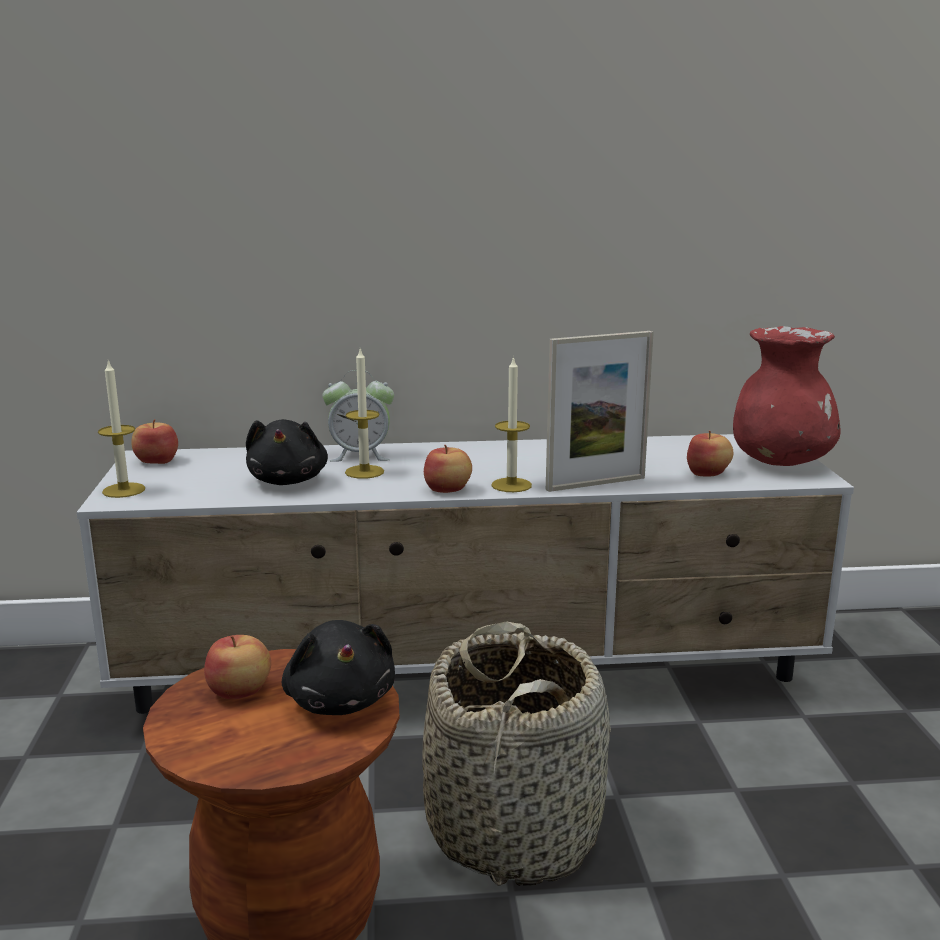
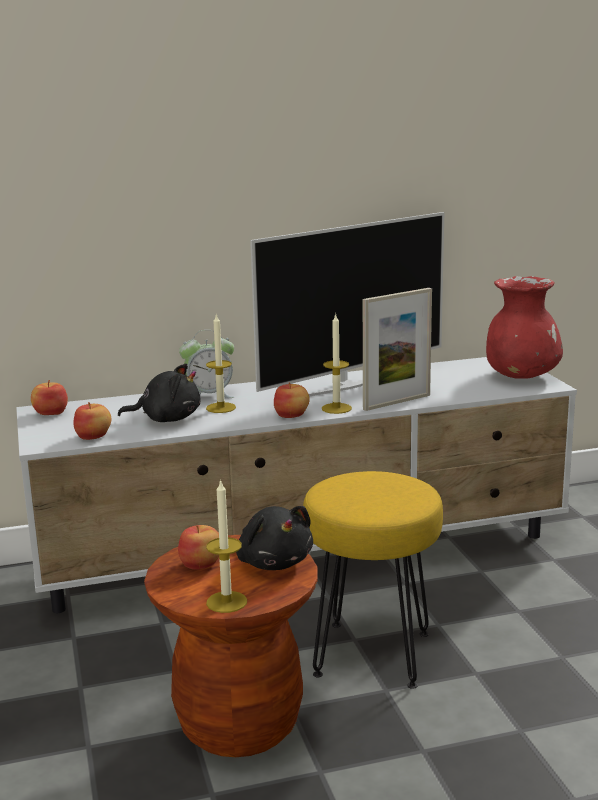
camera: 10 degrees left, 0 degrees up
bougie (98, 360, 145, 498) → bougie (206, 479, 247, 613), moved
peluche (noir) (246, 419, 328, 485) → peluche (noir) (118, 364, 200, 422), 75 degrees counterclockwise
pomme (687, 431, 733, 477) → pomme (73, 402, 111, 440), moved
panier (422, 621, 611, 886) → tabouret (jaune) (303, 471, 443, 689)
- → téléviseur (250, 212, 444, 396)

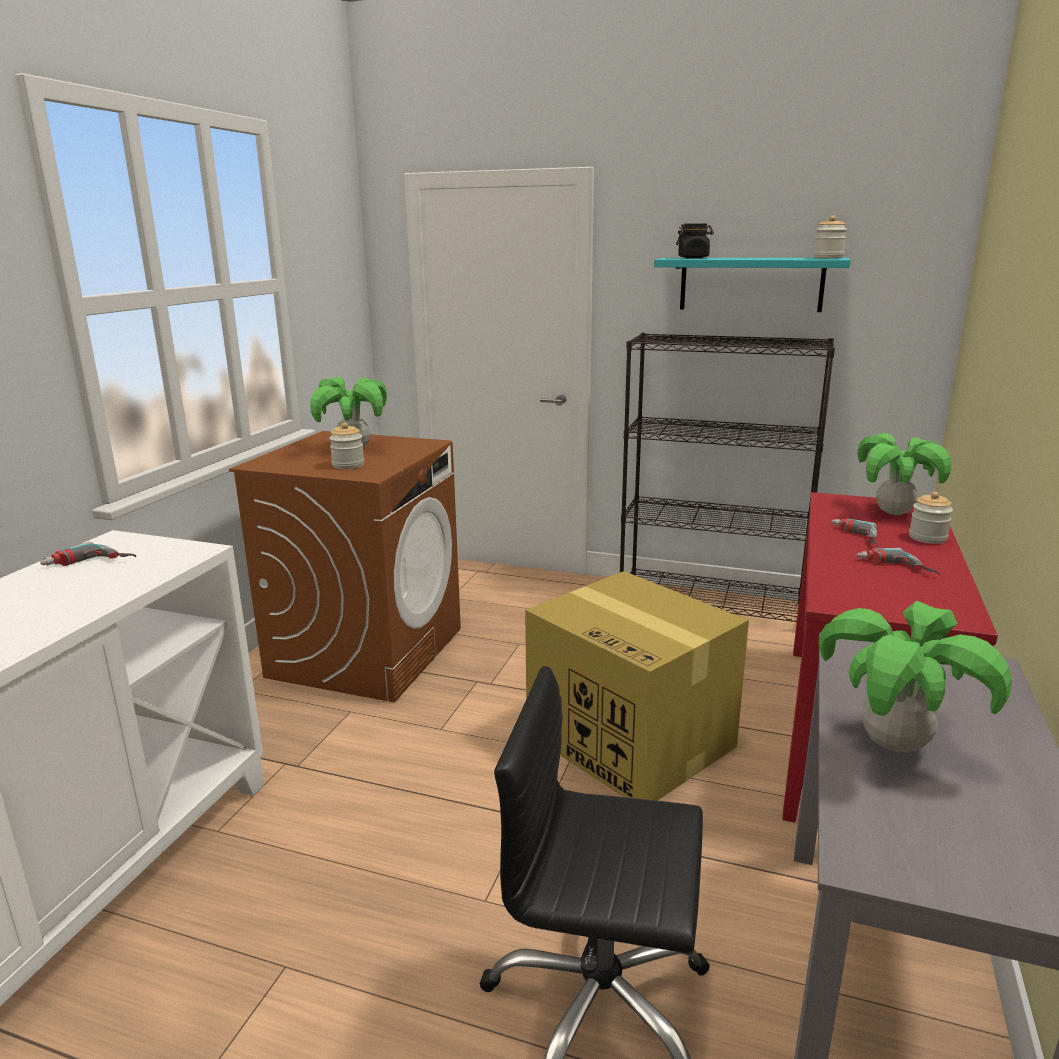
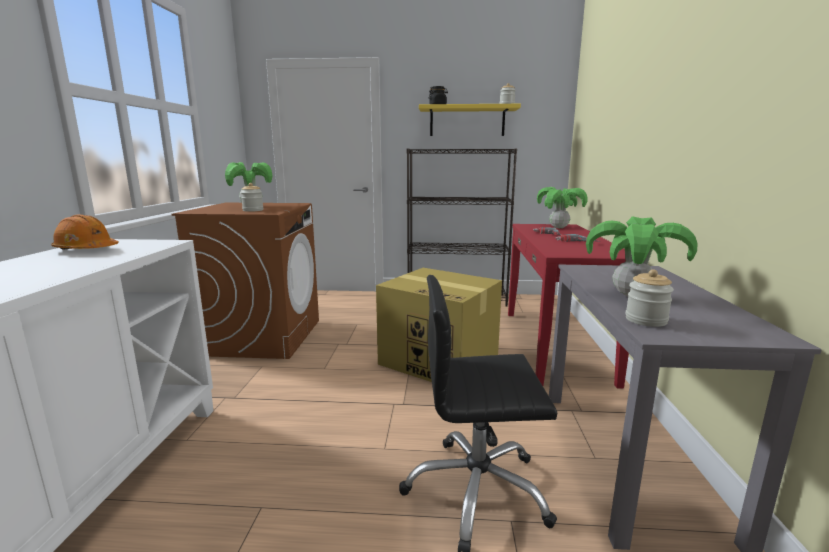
camera: 15 degrees left, 5 degrees down
étagère (turquoise) (654, 258, 851, 312) → étagère (jaune) (419, 104, 521, 136)
bocal (909, 492, 953, 544) → bocal (625, 269, 674, 327), moved
perceuse (40, 542, 136, 566) → casque de chantier (orange) (51, 214, 119, 250)

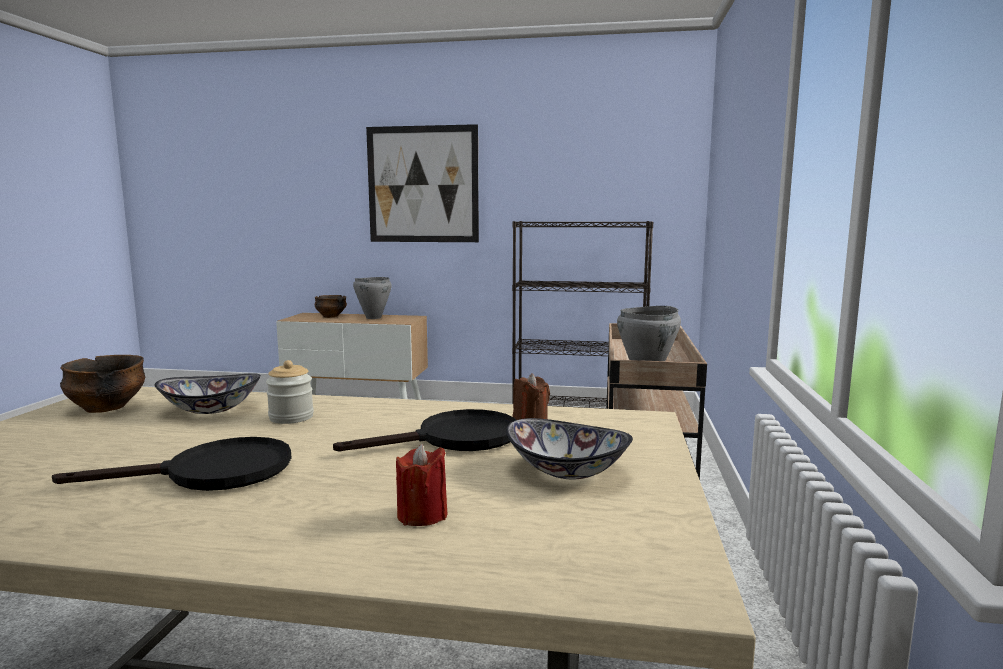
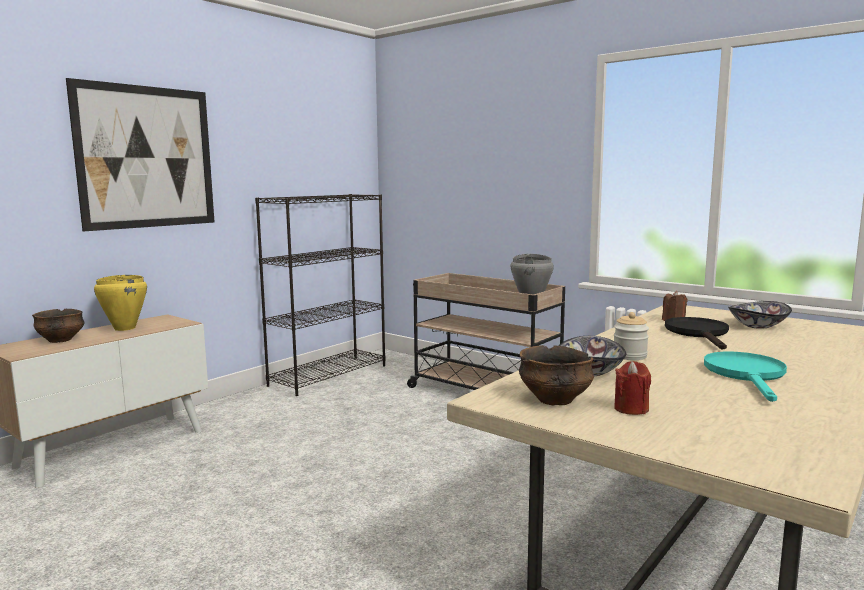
camera: 60 degrees left, 0 degrees up
marmite (gris) (353, 277, 392, 319) → marmite (jaune) (94, 275, 147, 331)
poêle (noir) (52, 437, 291, 491) → poêle (turquoise) (704, 352, 787, 402)
bougie (rouge) (396, 444, 448, 526) → bougie (rouge) (614, 361, 651, 415), moved

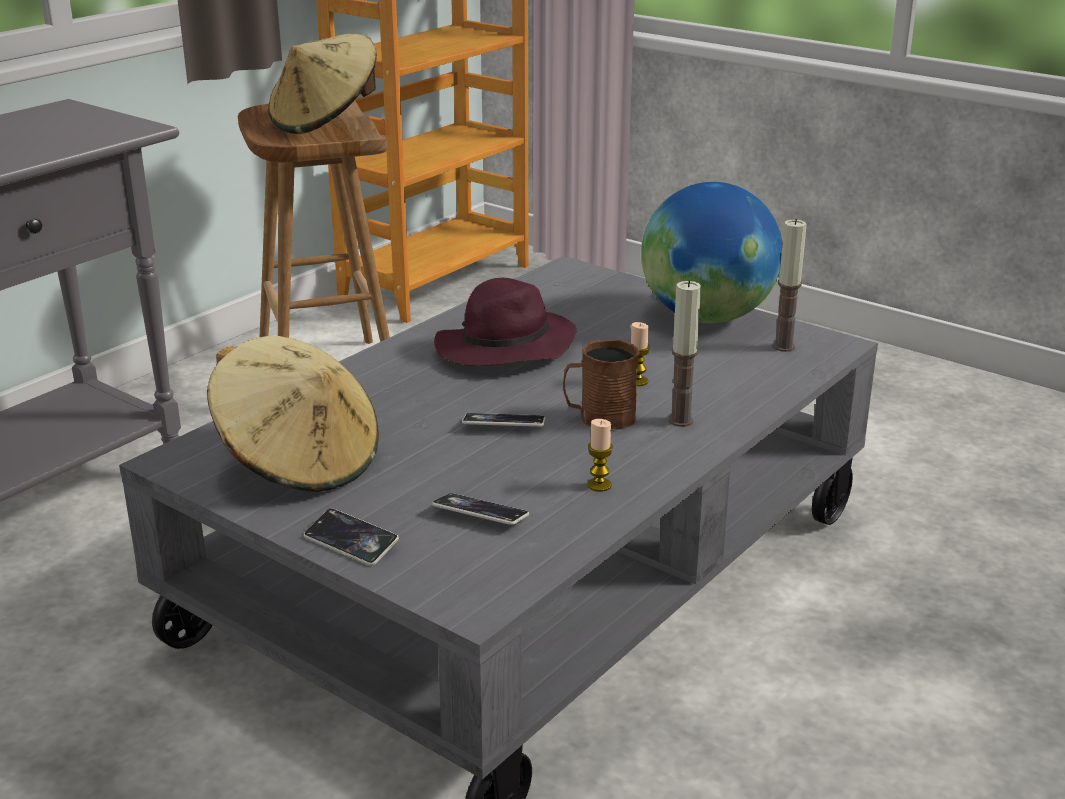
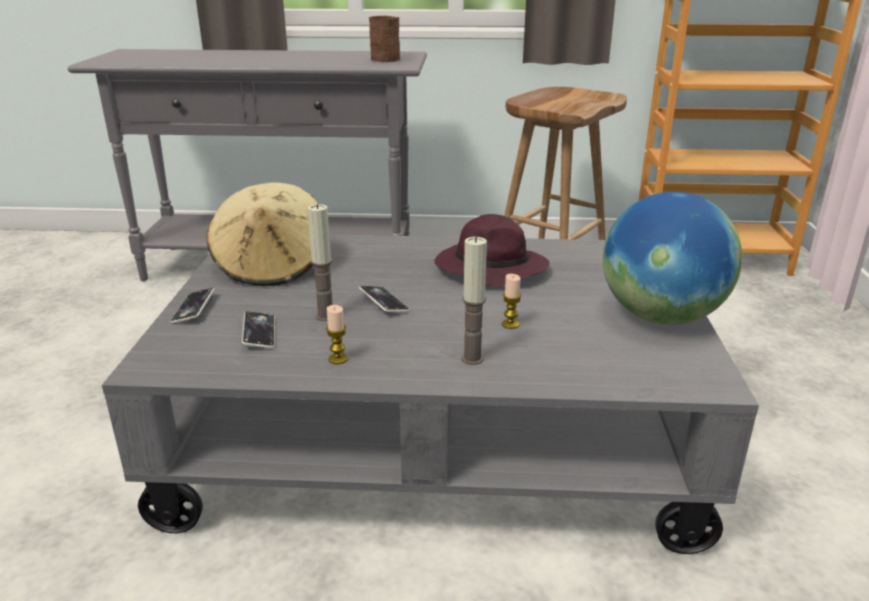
camera: 55 degrees right, 0 degrees up
chapeau (beige) (268, 34, 377, 134) → -
bougie (772, 219, 807, 352) → bougie (307, 204, 333, 321), moved
mug (marron) (563, 339, 640, 429) → mug (marron) (369, 16, 400, 62), moved

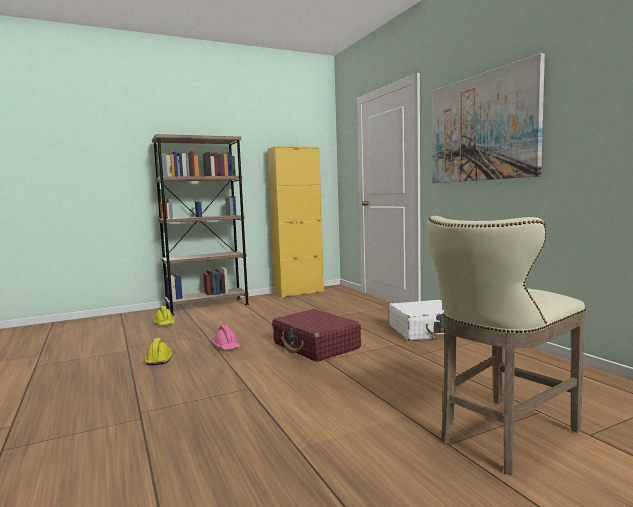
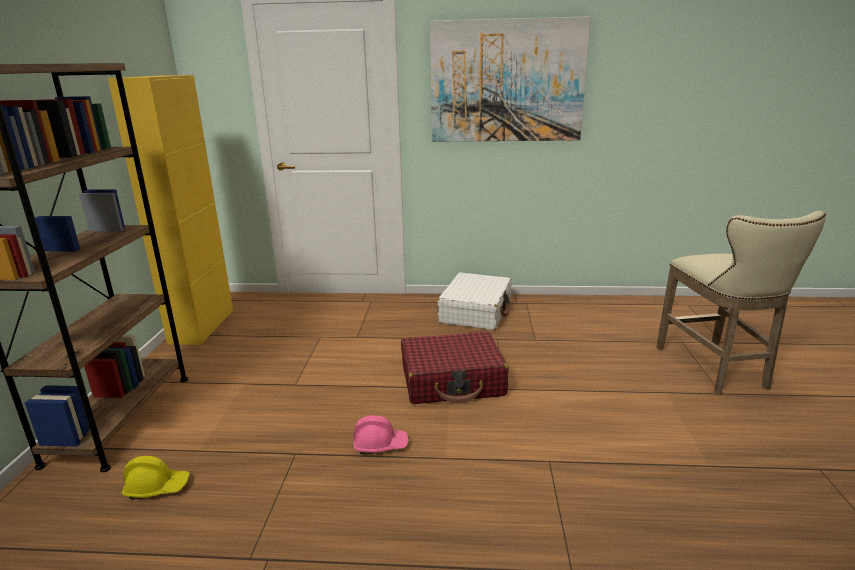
camera: 60 degrees left, 15 degrees up
casque de chantier (jaune) (145, 338, 172, 365) → -

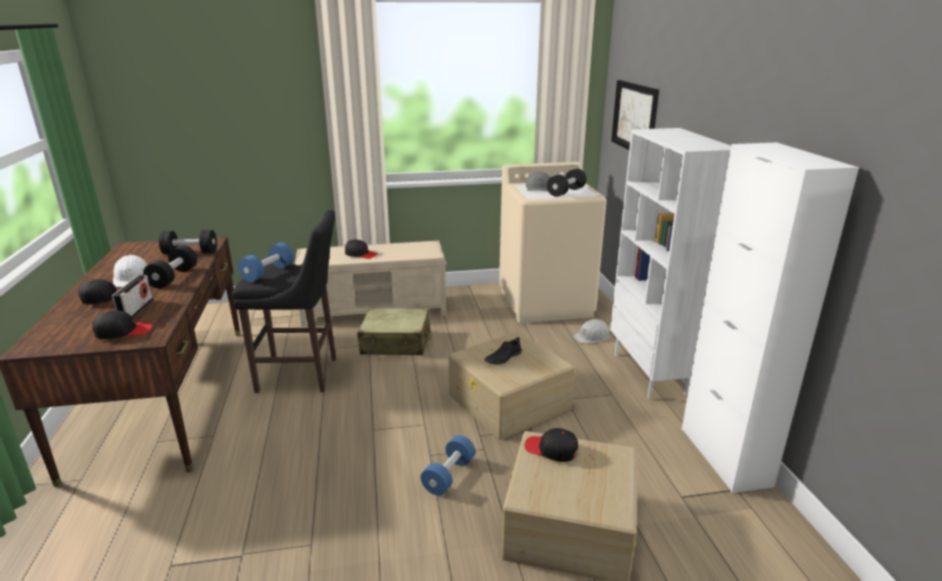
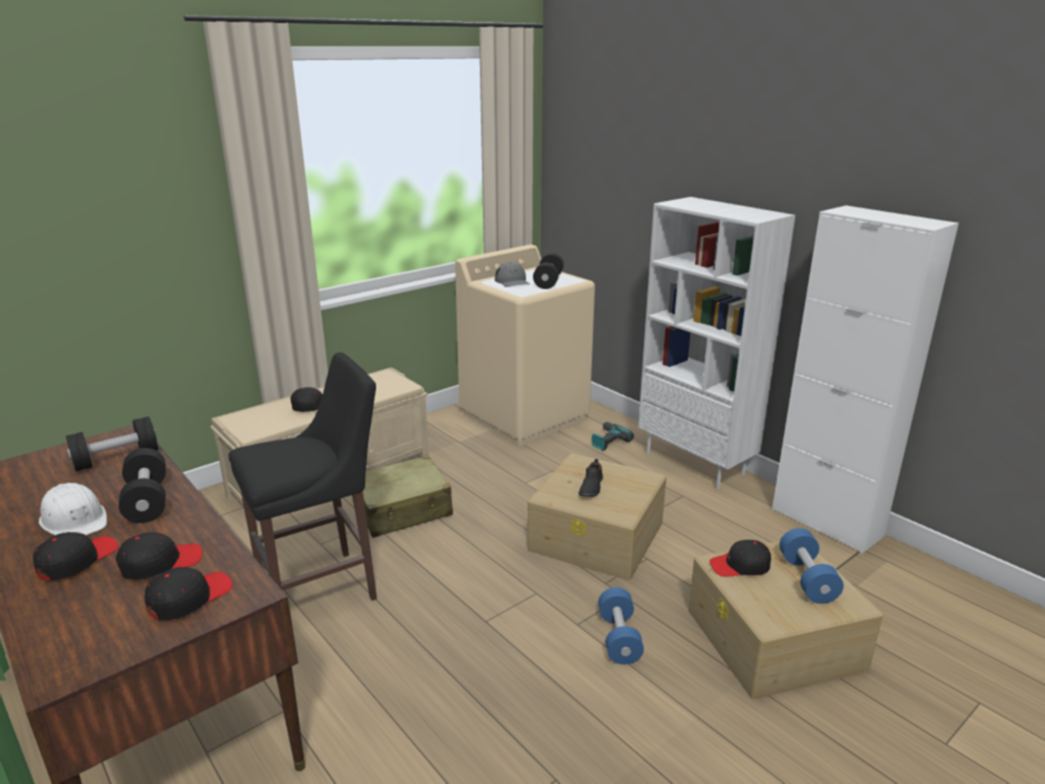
camera: 30 degrees left, 0 degrees up
tableau (611, 80, 659, 150) → -
haltère (bleu) (238, 242, 294, 282) → haltère (bleu) (779, 528, 844, 604), moved
radio (112, 275, 153, 318) → casquette (noir) (116, 532, 202, 580)
casque de chantier (blanc) (573, 319, 610, 344) → perceuse (592, 422, 634, 451)

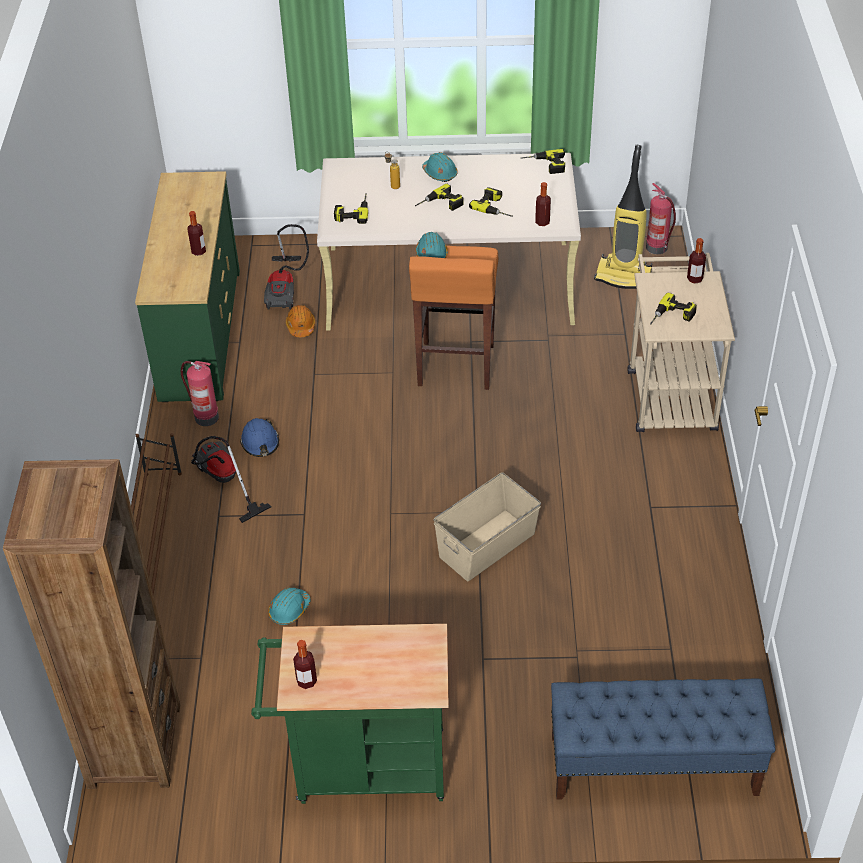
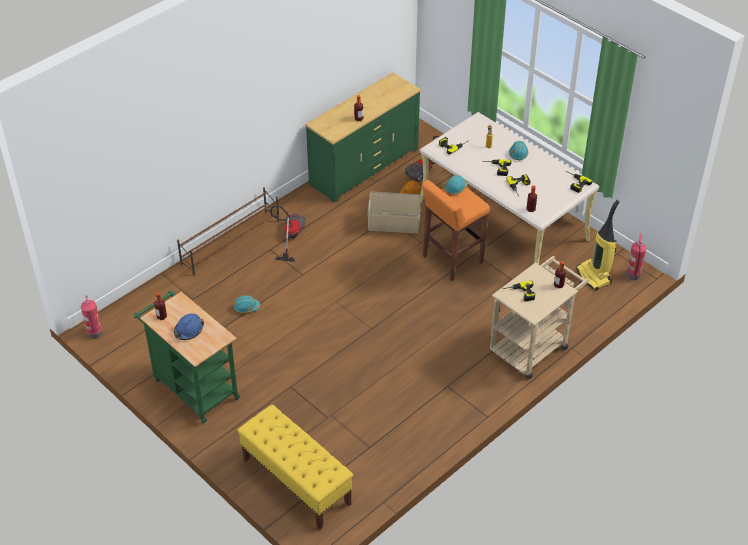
camera: 45 degrees right, 0 degrees up
extincteur (181, 361, 219, 426) → extincteur (81, 295, 103, 339), moved
casque de chantier (bleu) (240, 418, 279, 457) → casque de chantier (bleu) (174, 314, 204, 340), moved
bibliothèque (marron) (3, 459, 180, 789) → -
boîte de rangement (beige) (434, 472, 541, 581) → boîte de rangement (beige) (367, 192, 421, 234), moved
banc (bleu) (551, 679, 776, 800) → banc (jaune) (237, 404, 353, 530)

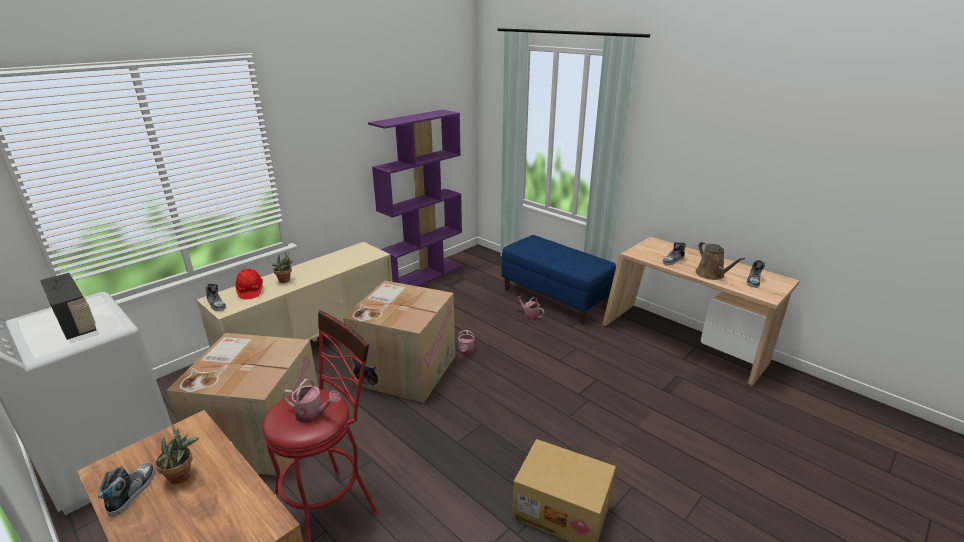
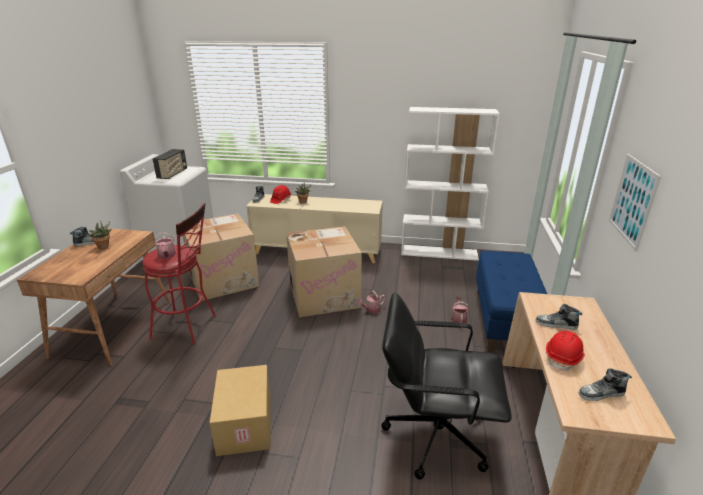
camera: 55 degrees right, 0 degrees up
bibliothèque (violet) (368, 110, 463, 286) → bibliothèque (blanc) (401, 107, 500, 261)
arrosoir (marron) (696, 241, 745, 280) → casque de chantier (rouge) (546, 331, 585, 372)
- → tableau (609, 154, 661, 252)
- → chaise de bureau (noir) (381, 293, 512, 480)

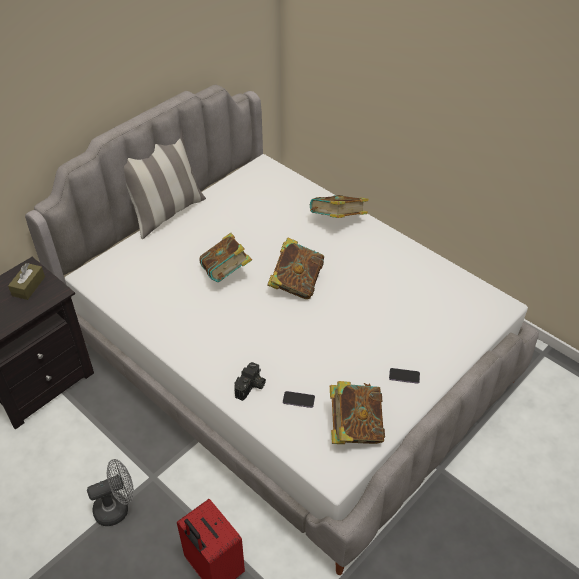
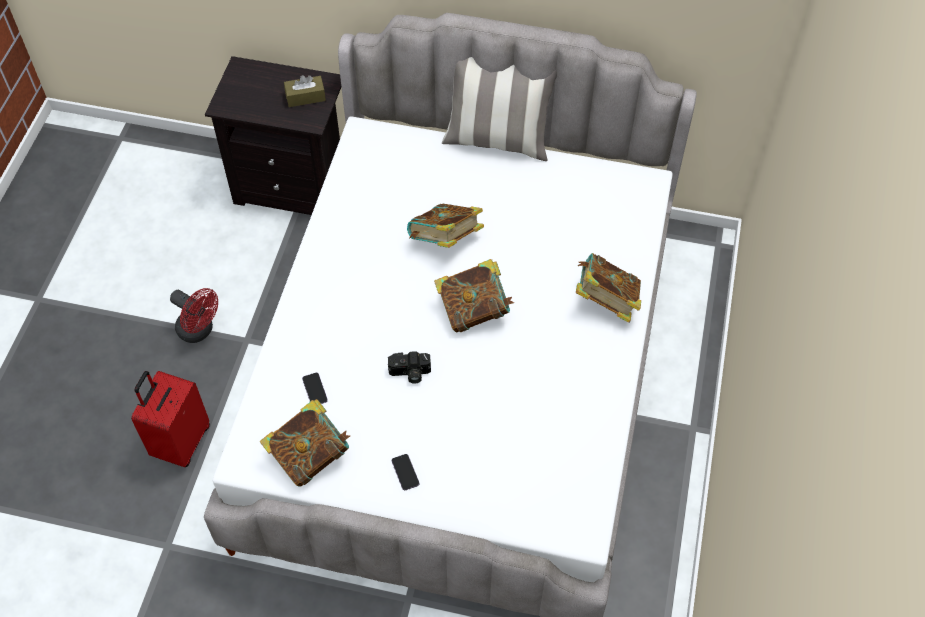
camera: 60 degrees right, 10 degrees up
appareil photo (234, 362, 266, 401) → appareil photo (388, 351, 431, 383), moved
ventilateur (gris) (87, 459, 134, 526) → ventilateur (rouge) (170, 288, 218, 343)

